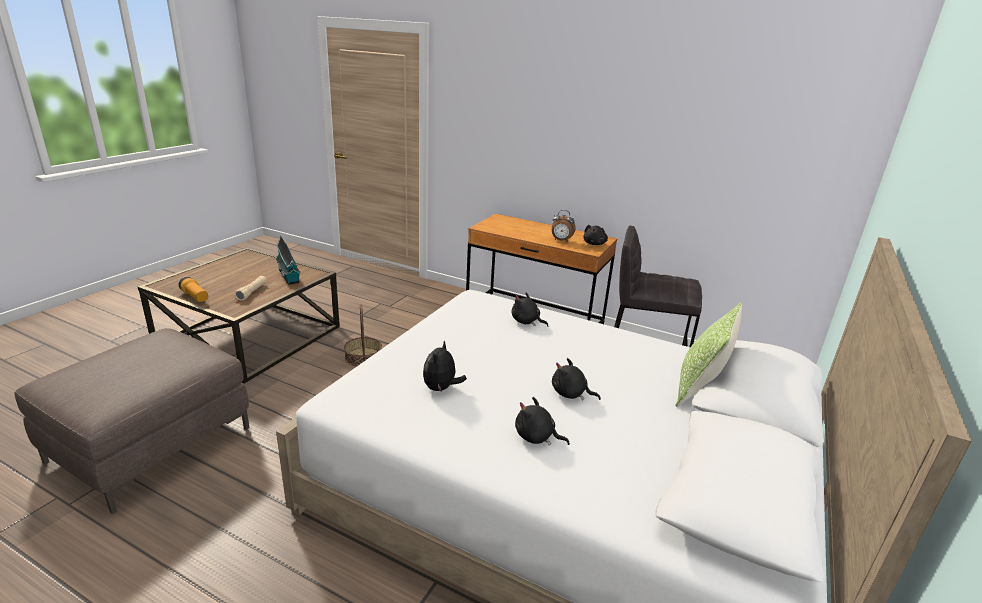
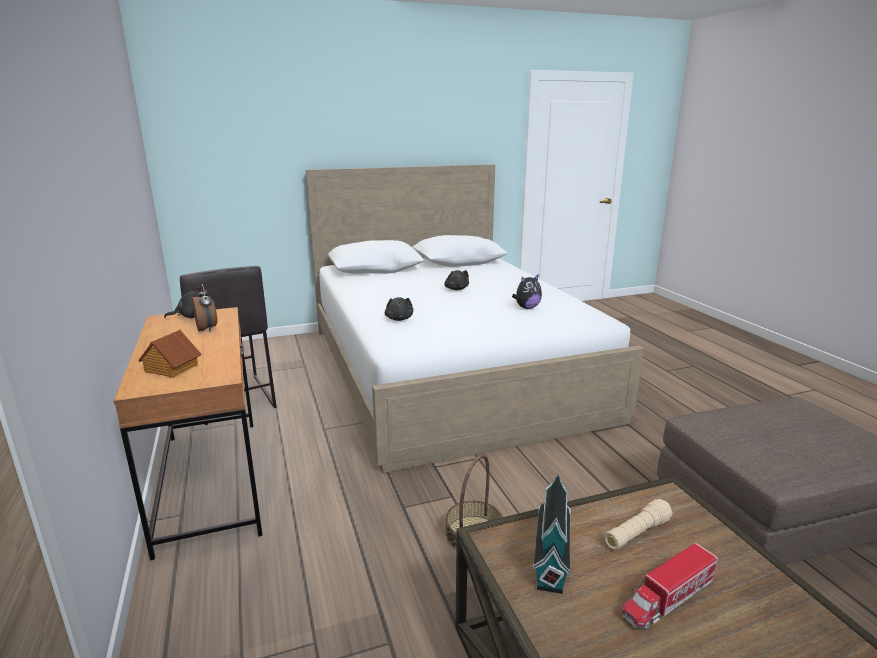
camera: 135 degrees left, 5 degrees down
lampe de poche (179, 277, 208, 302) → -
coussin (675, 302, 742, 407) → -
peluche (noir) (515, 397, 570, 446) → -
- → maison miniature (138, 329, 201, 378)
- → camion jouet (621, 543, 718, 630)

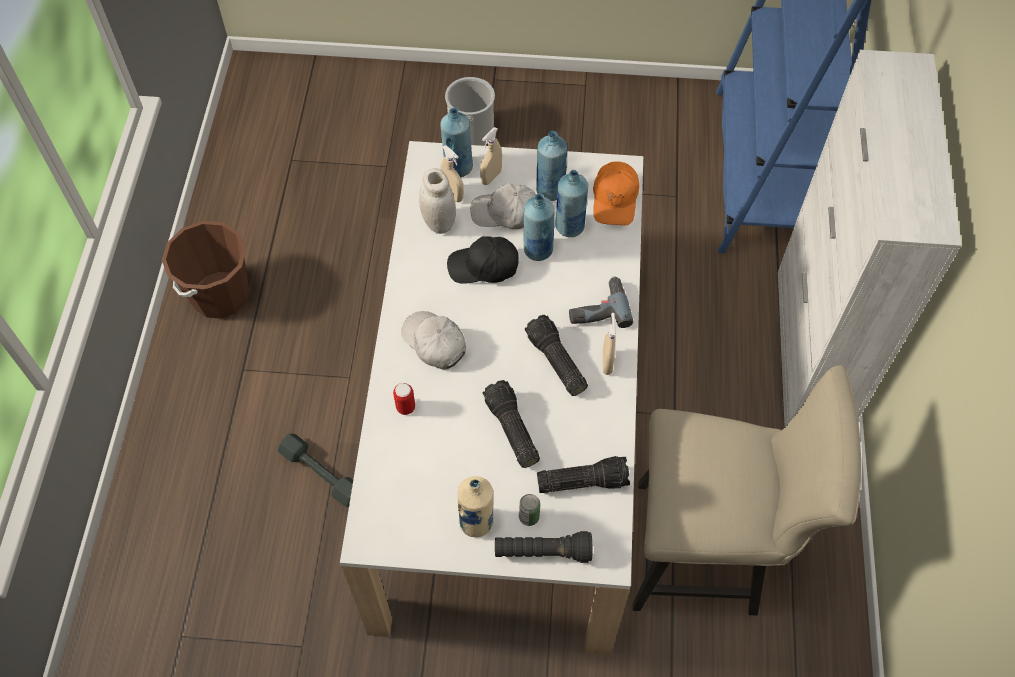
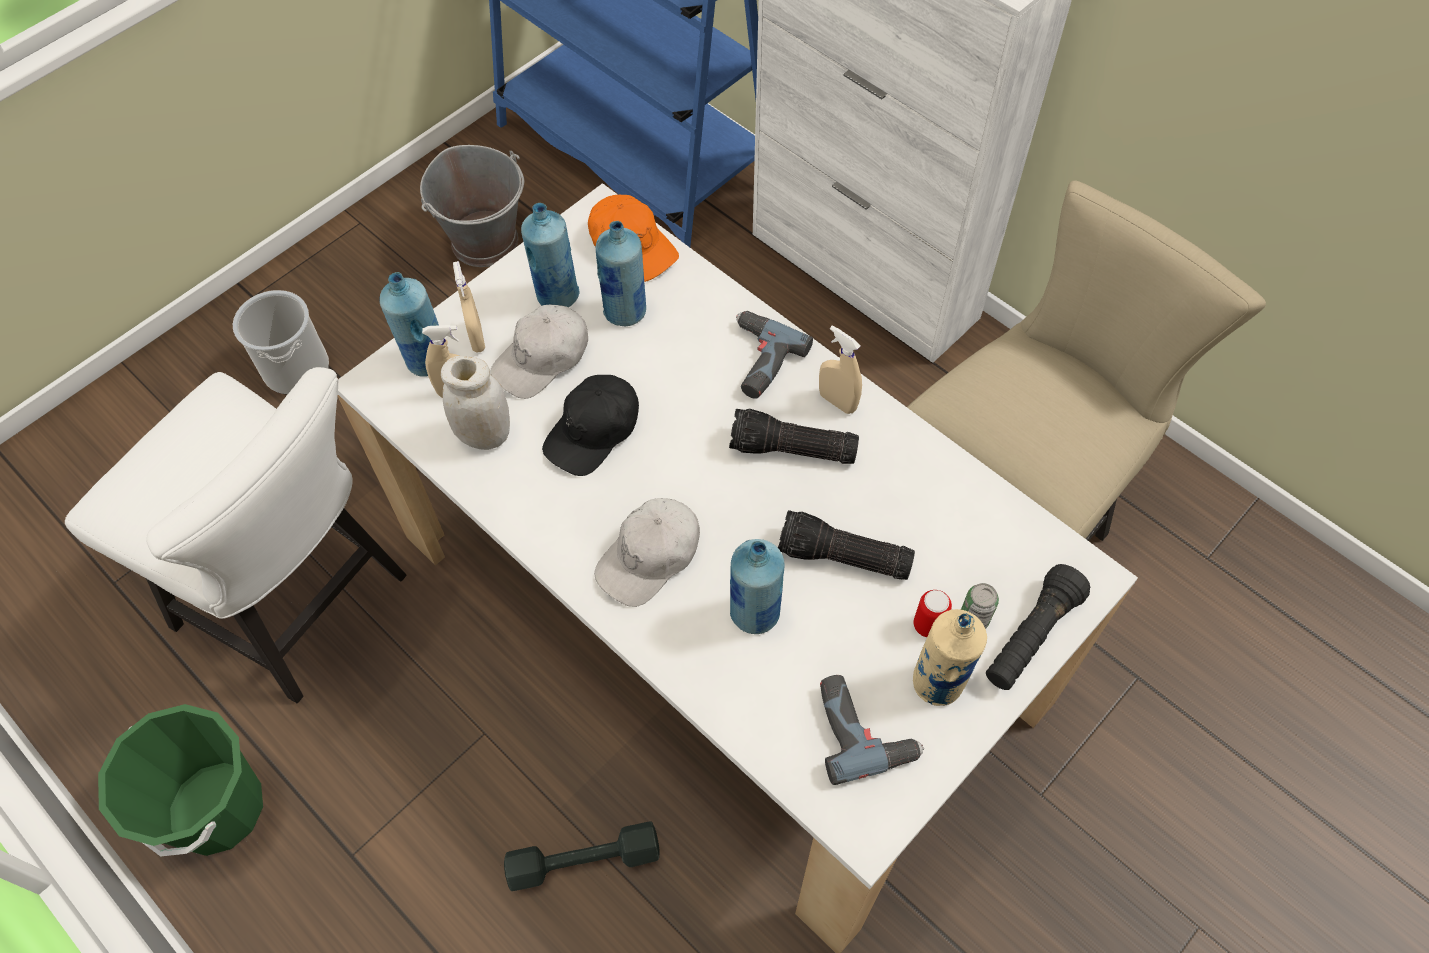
camera: 50 degrees left, 0 degrees up
bouteille (bleu) (524, 193, 555, 261) → bouteille (bleu) (730, 539, 785, 634), moved
seau (marron) (162, 221, 249, 319) → seau (vert) (98, 704, 263, 857)
casquette (blanc) (401, 311, 466, 369) → casquette (blanc) (594, 498, 700, 607), 45 degrees counterclockwise
boîte métallique (393, 383, 415, 415) → boîte métallique (914, 590, 952, 637), moved
lampe de poche (537, 456, 630, 493) → -
- → seau (gris) (420, 145, 524, 267)
- → chaise (blanc) (65, 367, 407, 703)
- → perceuse (820, 675, 924, 785)

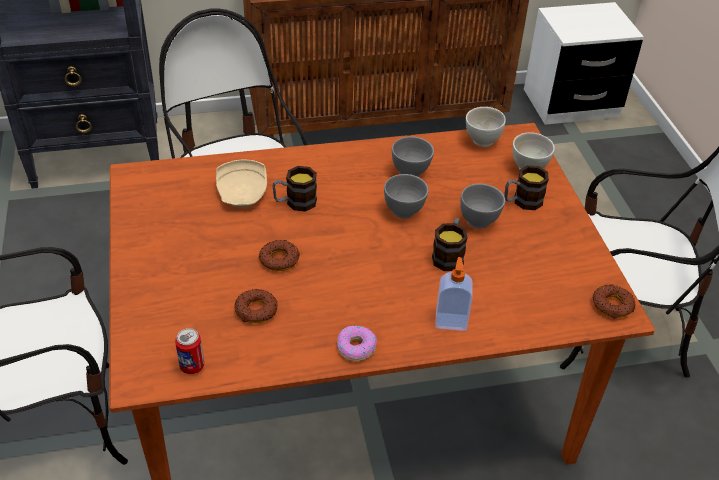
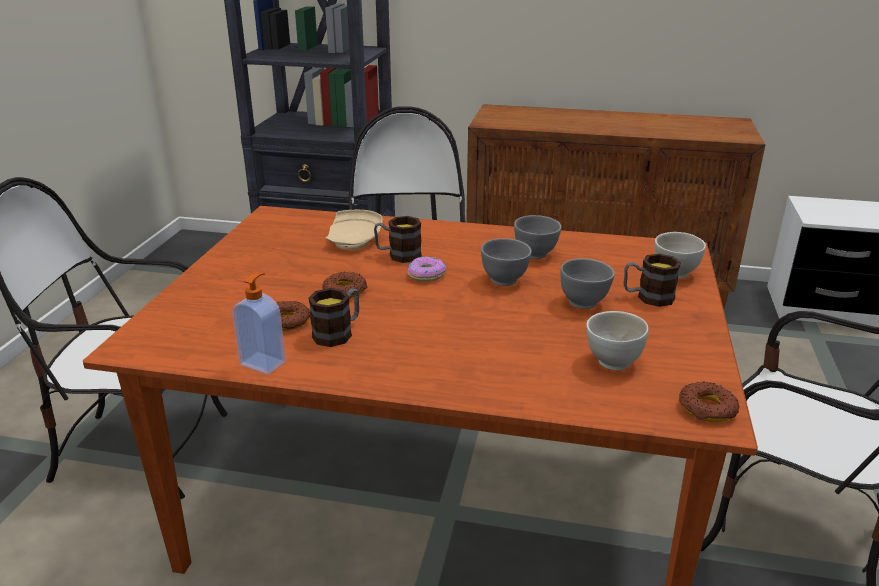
camera: 25 degrees right, 15 degrees down
bol (blanc) (466, 107, 506, 147) → bol (blanc) (586, 311, 648, 370), moved
mug (432, 218, 468, 271) → mug (308, 288, 359, 347), moved
distributeur de savon (435, 257, 473, 331) → distributeur de savon (232, 273, 286, 374), moved
beignet (337, 326, 377, 361) → beignet (408, 257, 447, 282), moved
boîte métallique (175, 328, 204, 374) → -

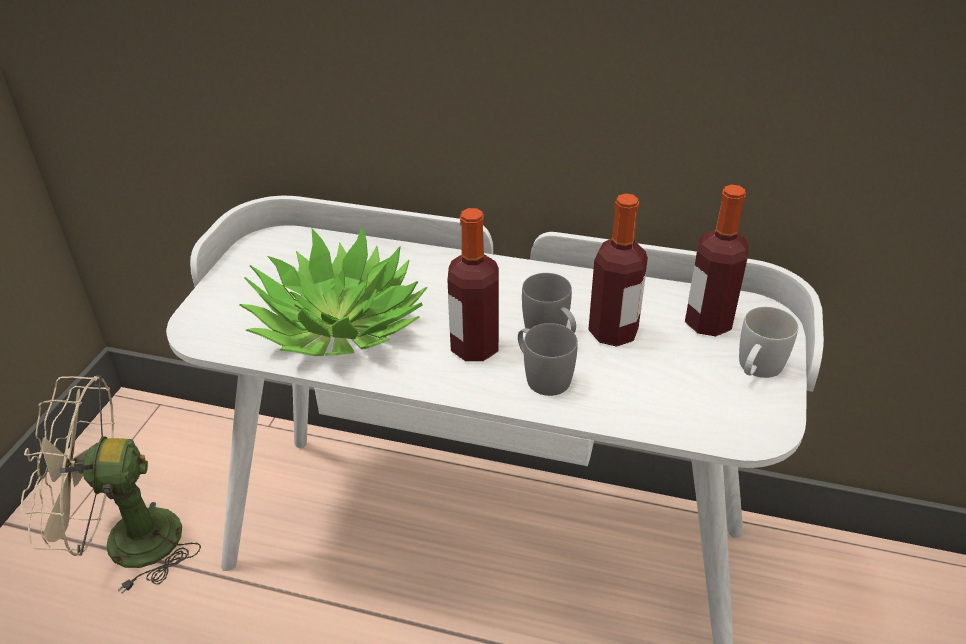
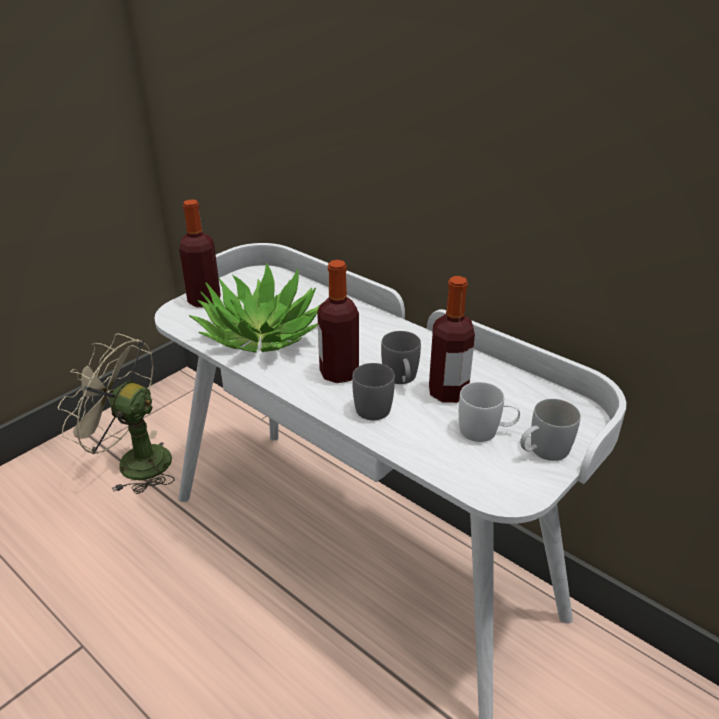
camera: 25 degrees right, 5 degrees down
bouteille (685, 185, 749, 336) → bouteille (179, 200, 221, 308), moved
- → mug (blanc) (459, 382, 520, 442)

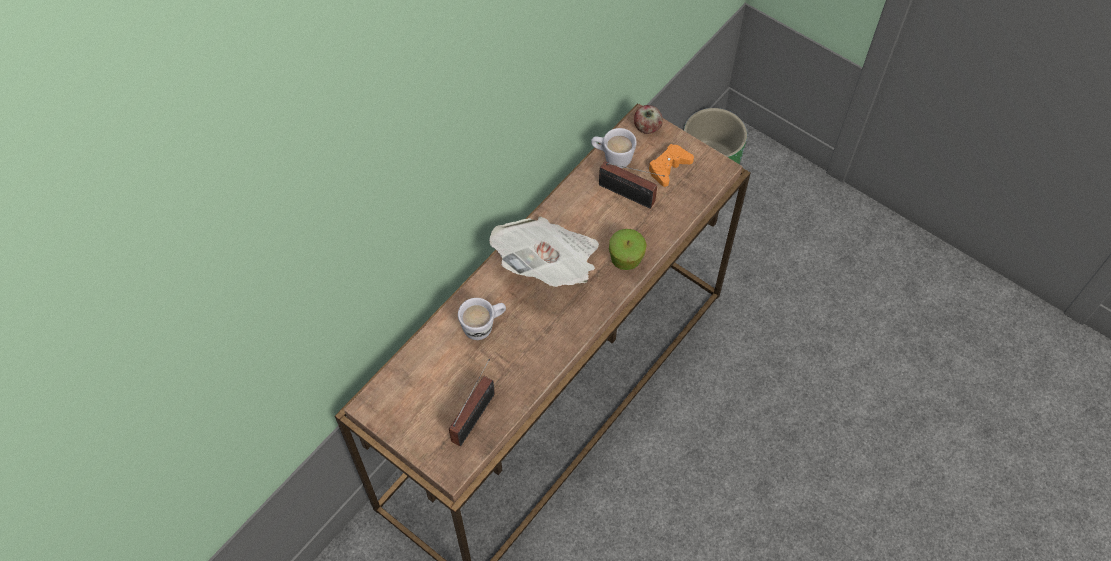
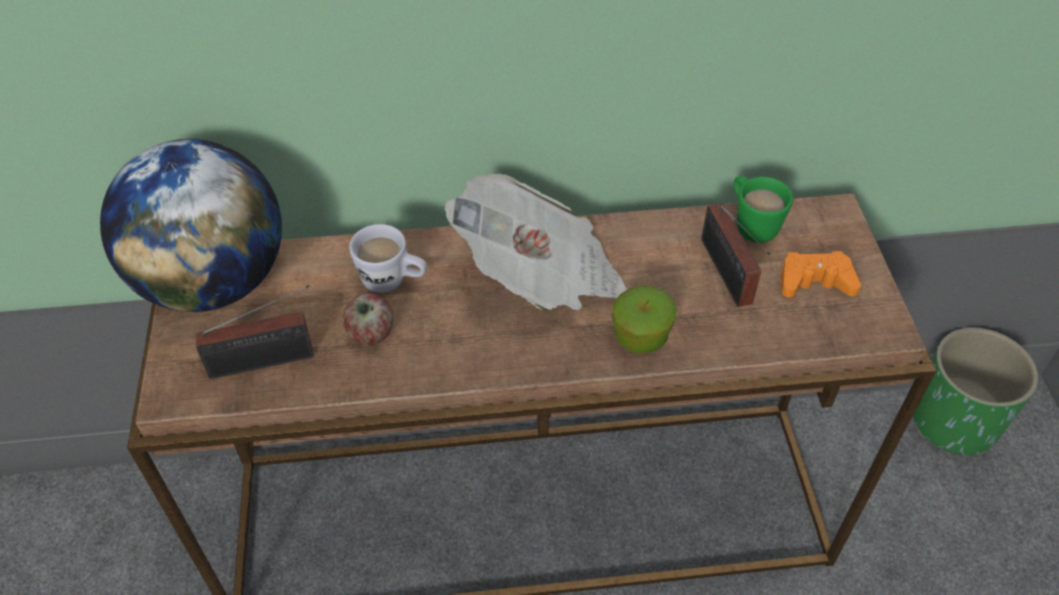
camera: 45 degrees right, 10 degrees down
pomme (634, 105, 663, 134) → pomme (342, 293, 394, 345), moved
mug (blanc) (591, 128, 637, 168) → mug (vert) (733, 175, 793, 243)
- → globe (100, 139, 282, 312)

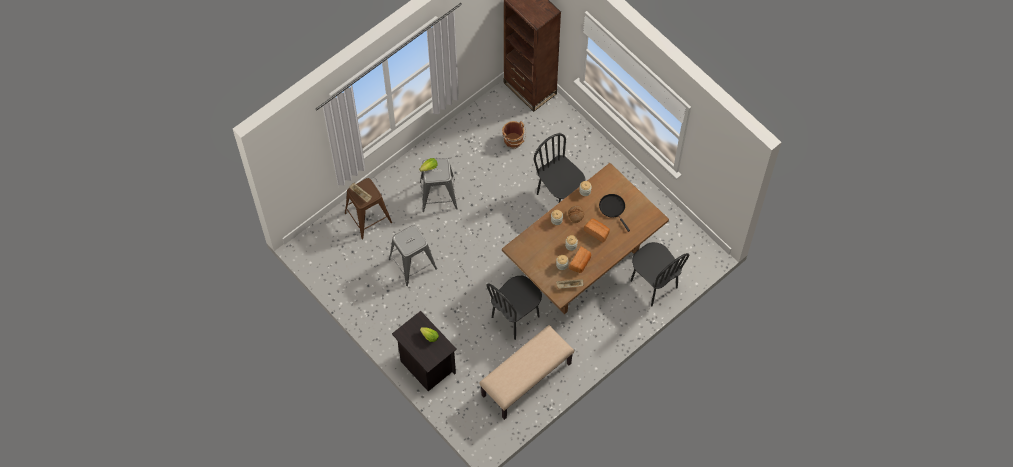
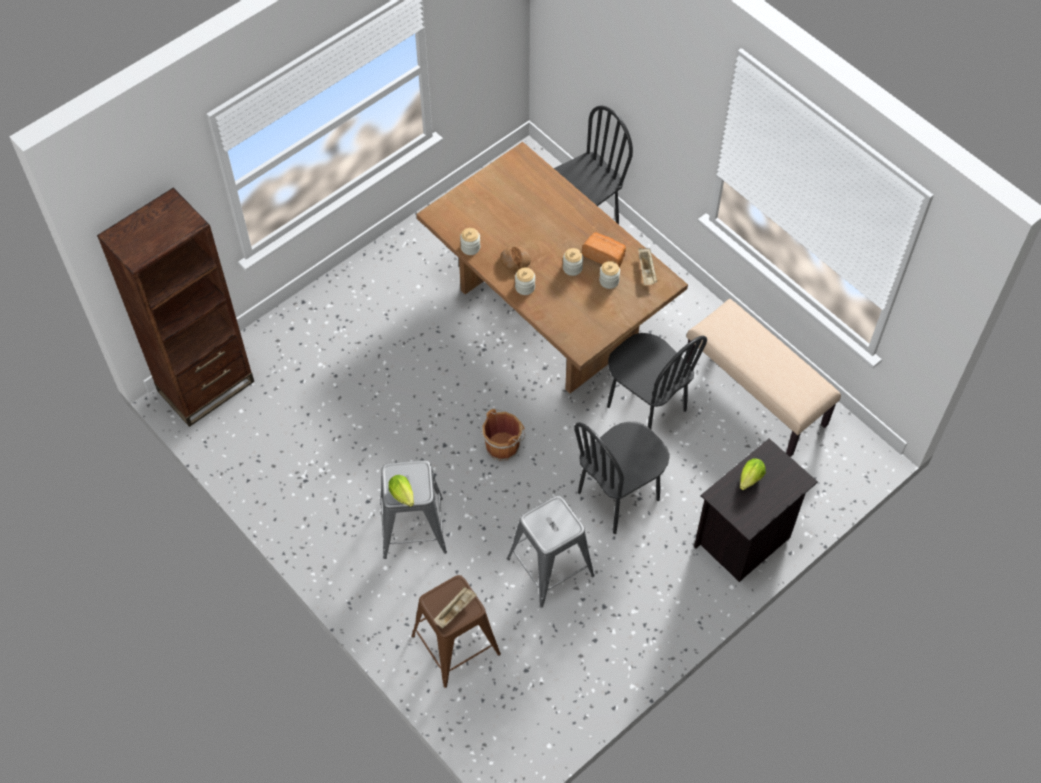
camera: 90 degrees left, 5 degrees down
seau (marron) (502, 121, 526, 149) → seau (marron) (481, 409, 526, 461), moved
chaise (noir) (534, 133, 586, 203) → chaise (noir) (574, 422, 670, 534), moved
poêle (noir) (599, 194, 630, 232) → -
pain (584, 219, 610, 242) → -

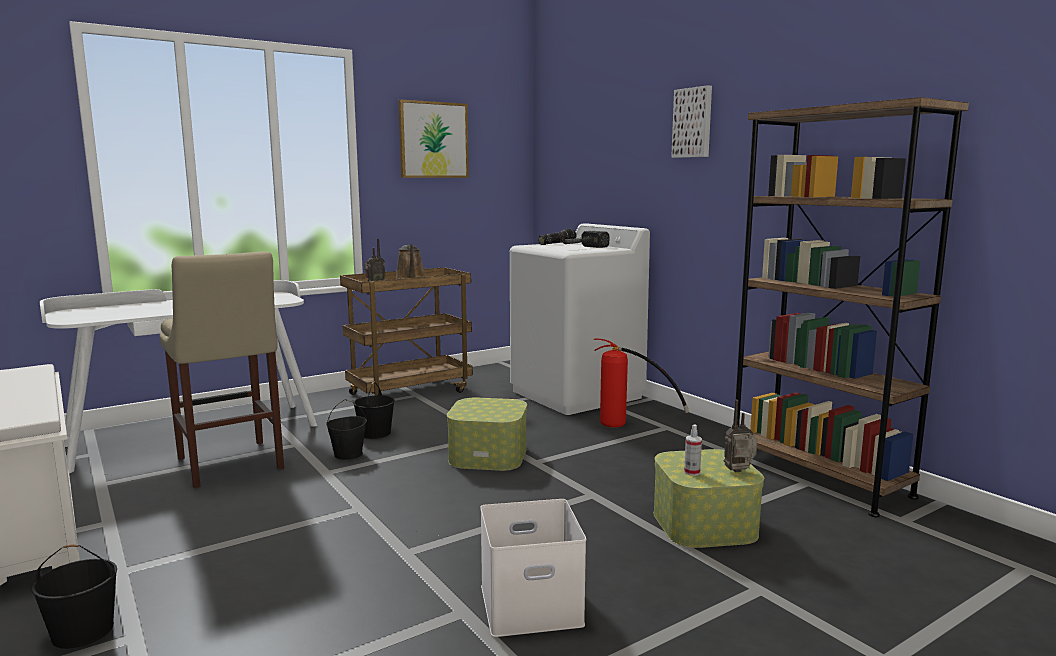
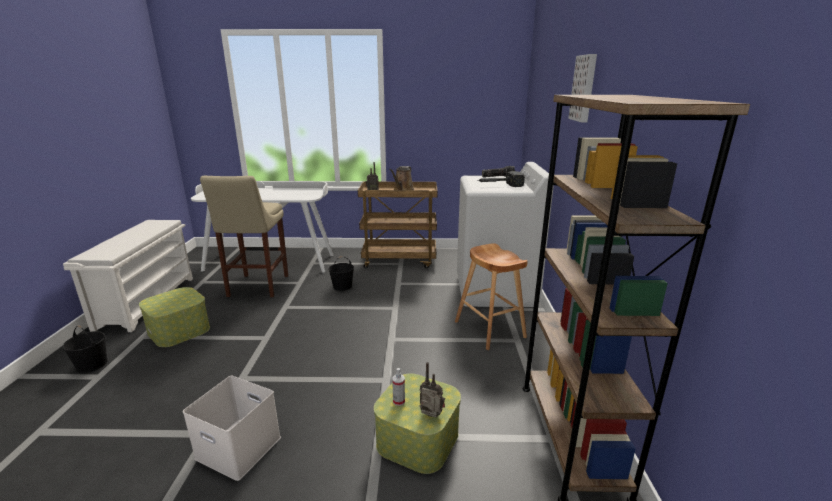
camera: 35 degrees right, 10 degrees up
tableau (398, 99, 469, 178) → -
extincteur (594, 339, 689, 427) → tabouret (marron) (455, 243, 528, 350)
boîte de rangement (447, 398, 527, 471) → boîte de rangement (139, 287, 210, 347), moved
seau (noir) (326, 399, 367, 460) → -

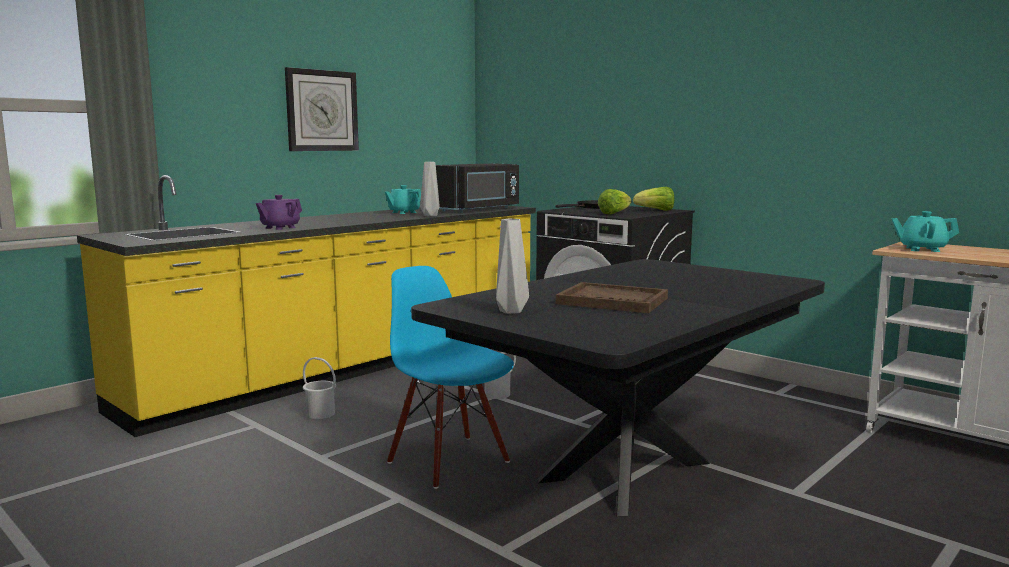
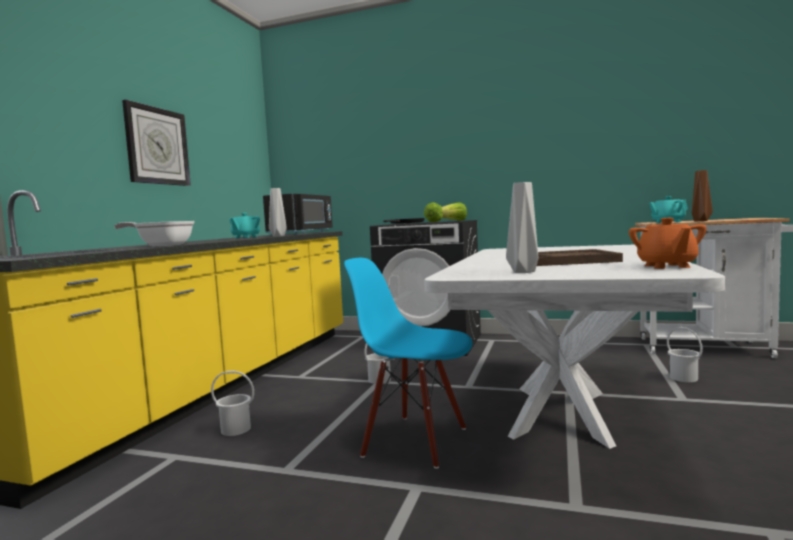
camera: 25 degrees left, 5 degrees down
théière (violet) (256, 195, 302, 230) → poêle (114, 221, 195, 246)
table à manger (noir) (411, 259, 825, 517) → table à manger (blanc) (424, 245, 725, 449)
- → vase (marron) (692, 170, 713, 221)
- → théière (orange) (629, 218, 707, 269)
- → seau (blanc) (667, 327, 703, 382)

